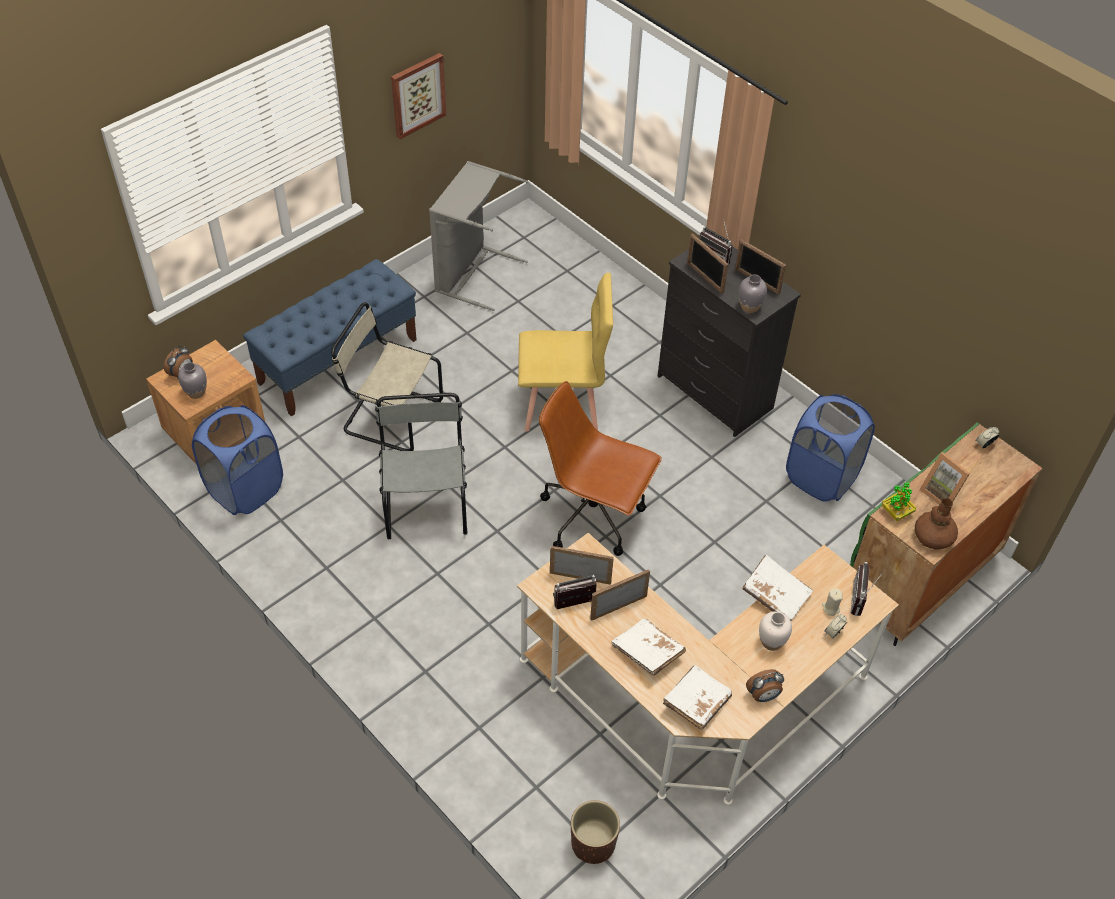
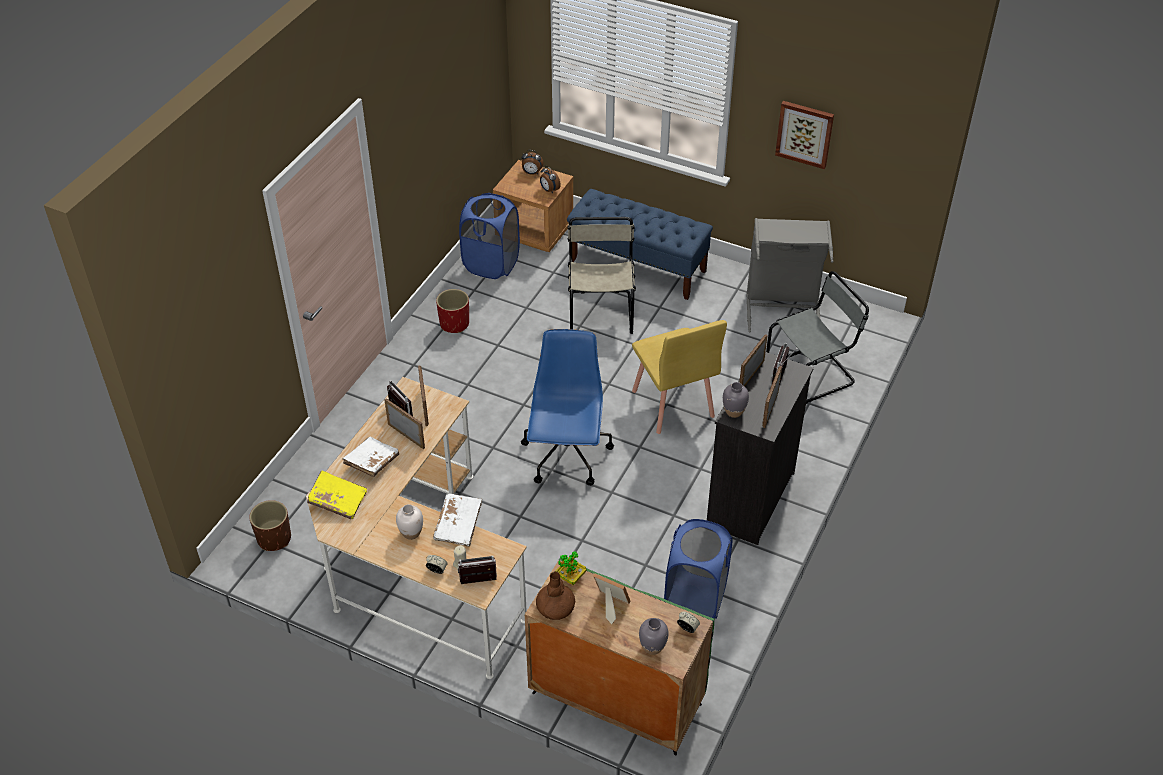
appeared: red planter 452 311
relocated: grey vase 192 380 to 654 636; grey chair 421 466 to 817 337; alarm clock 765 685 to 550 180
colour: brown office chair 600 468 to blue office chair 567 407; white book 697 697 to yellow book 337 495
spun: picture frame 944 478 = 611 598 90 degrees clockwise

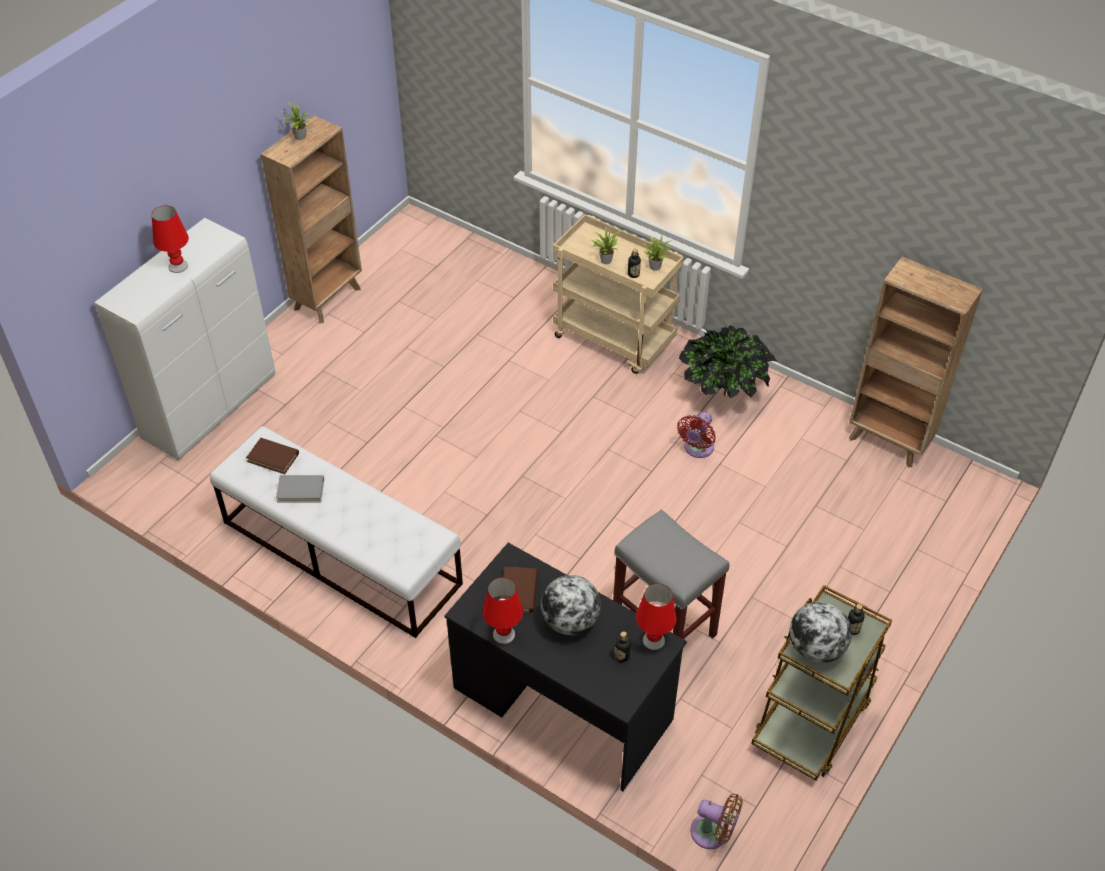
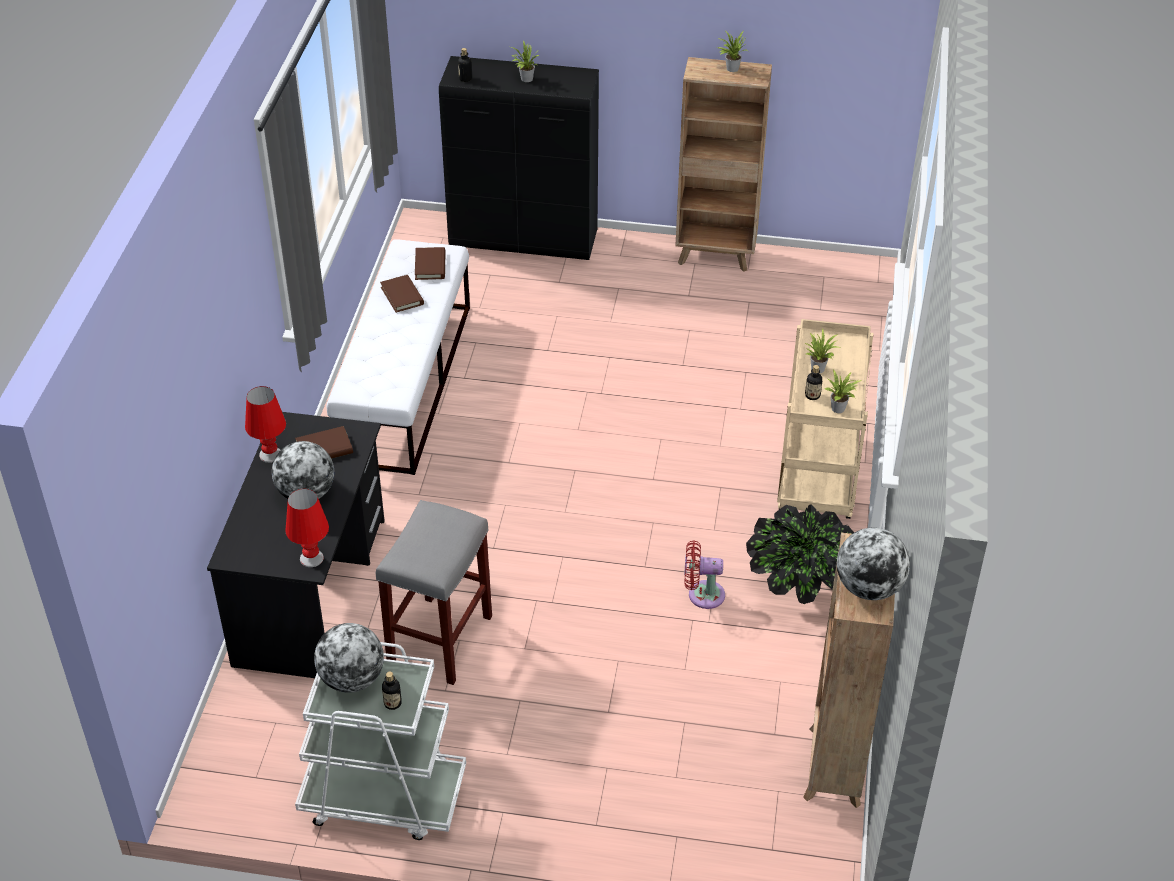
missing: brown fan 716 821
appeared: globe 873 564
relocated: bottle 622 646 to 465 65
exchanged: red table lamp 170 239 to potted plant 525 61
colour: white cabinet 184 339 to black cabinet 519 158; grey book 300 488 to brown book 402 294; brown cart 821 682 to white cart 380 741

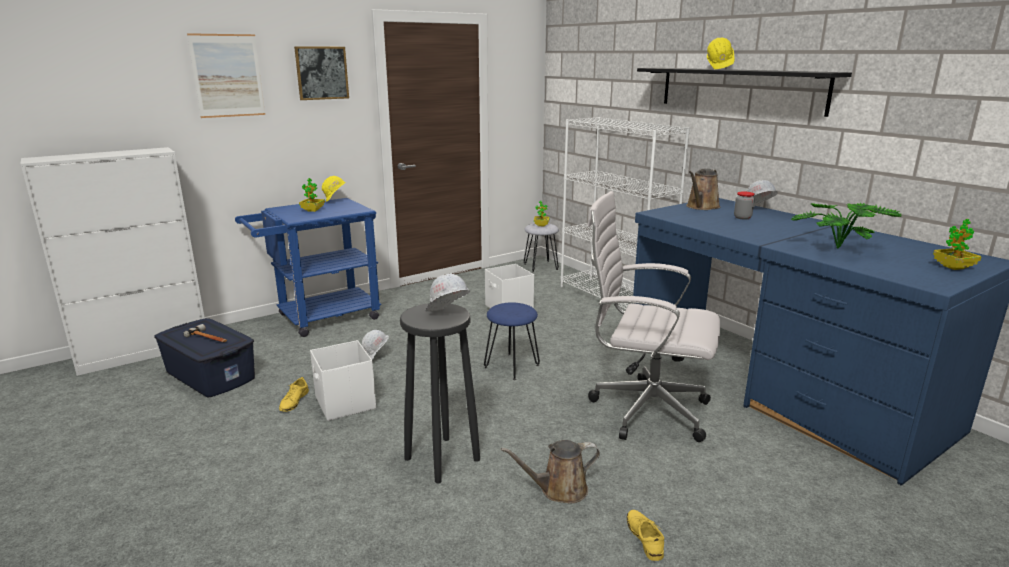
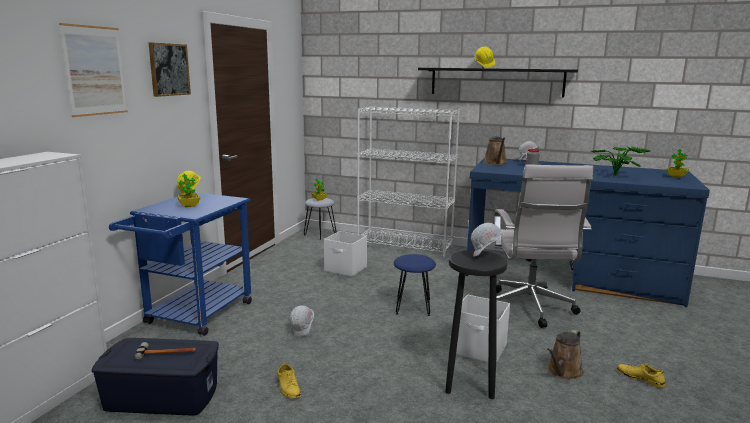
relocated: white storage box 343 380 to 483 329
spun: white office chair 653 316 = 543 246 75 degrees counterclockwise

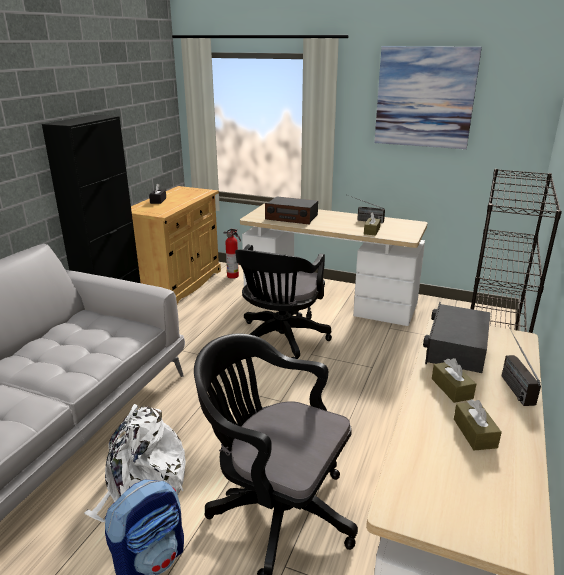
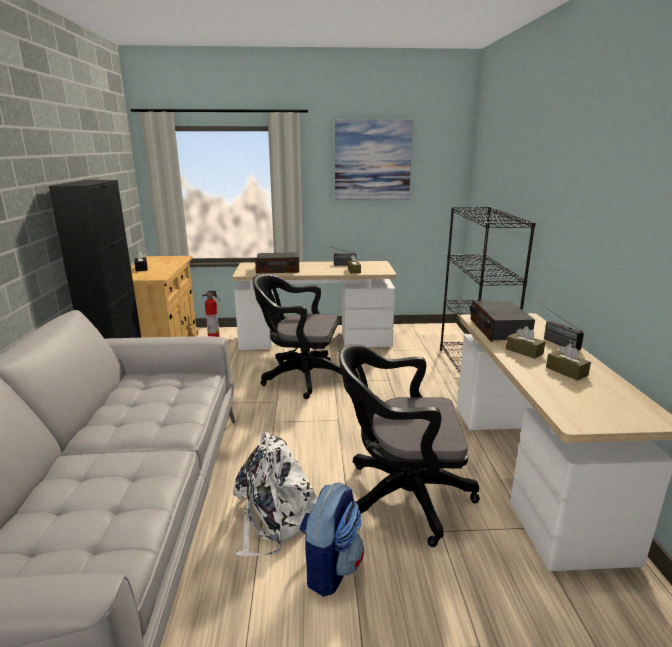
spun: black office chair 283 302 = 297 336 105 degrees clockwise

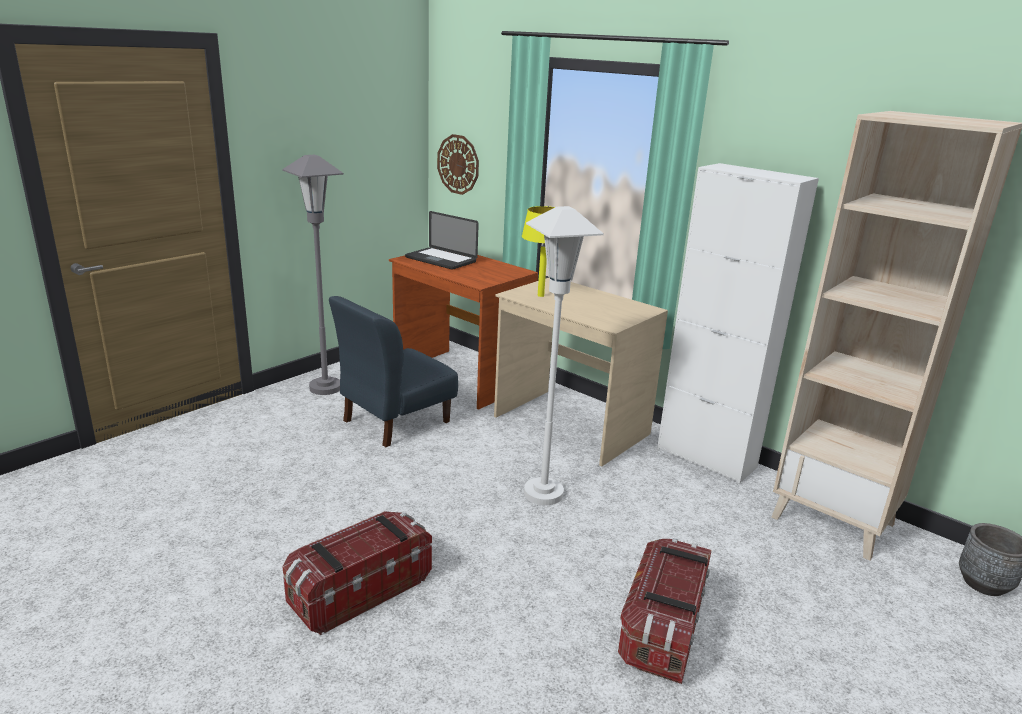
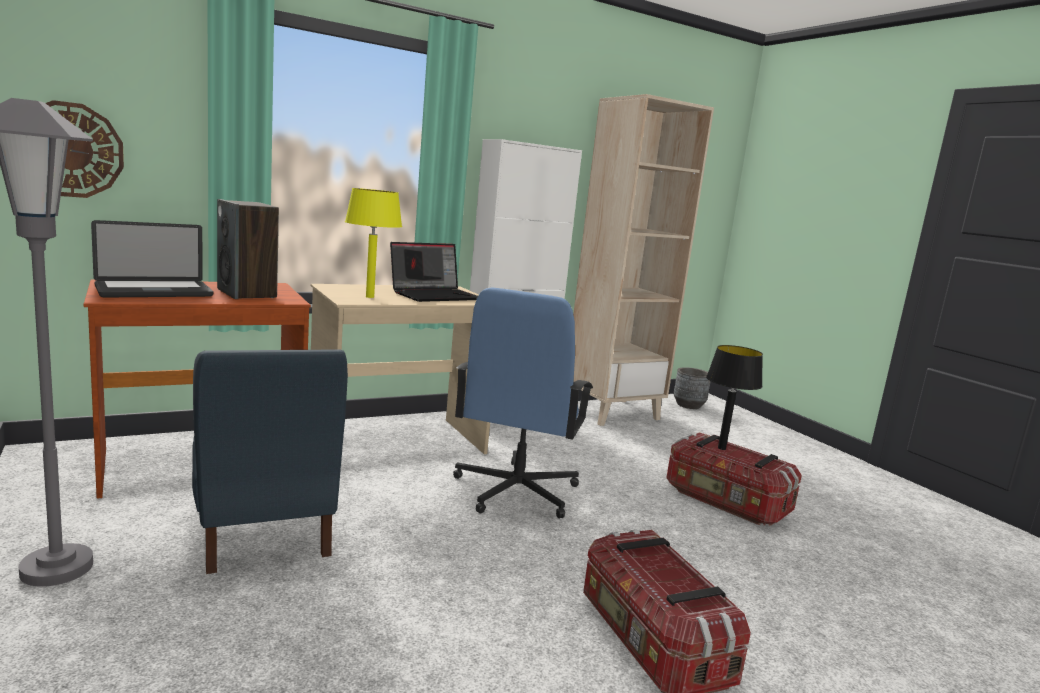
appeared: speaker 248 249; laptop 434 272; black table lamp 734 397
exchanged: white floor lamp 564 355 to blue office chair 523 402

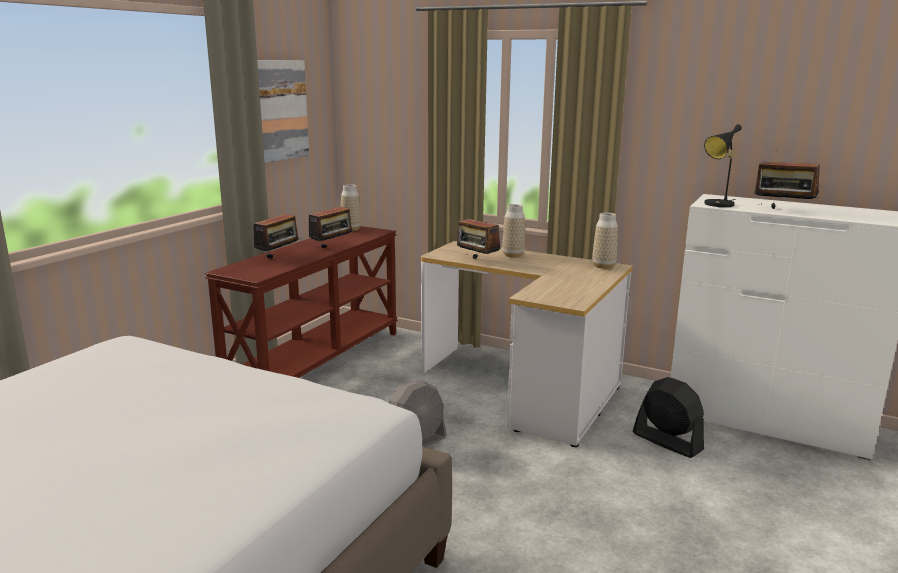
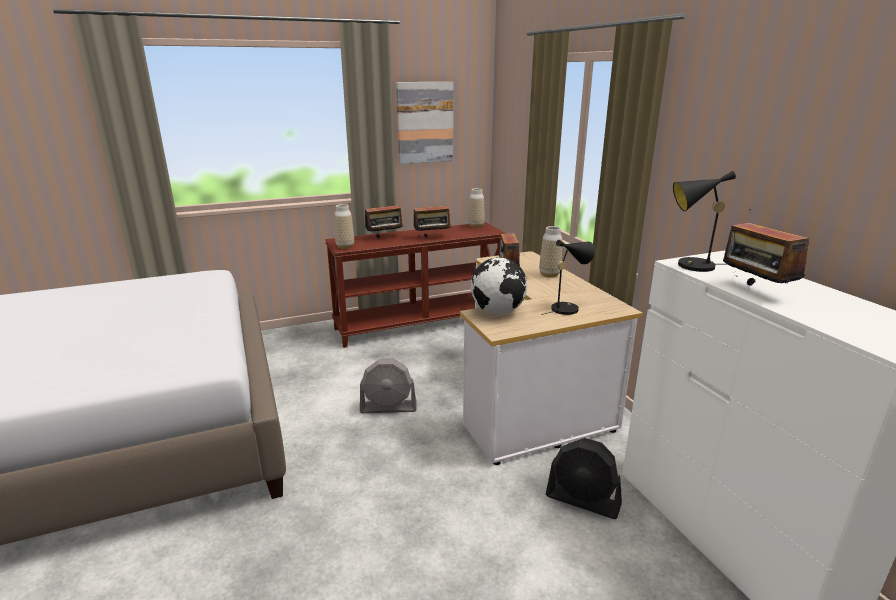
appeared: black table lamp 568 277; globe 499 285
relocated: vase 605 241 to 344 226
spun: black fan 668 417 = 584 478 120 degrees clockwise

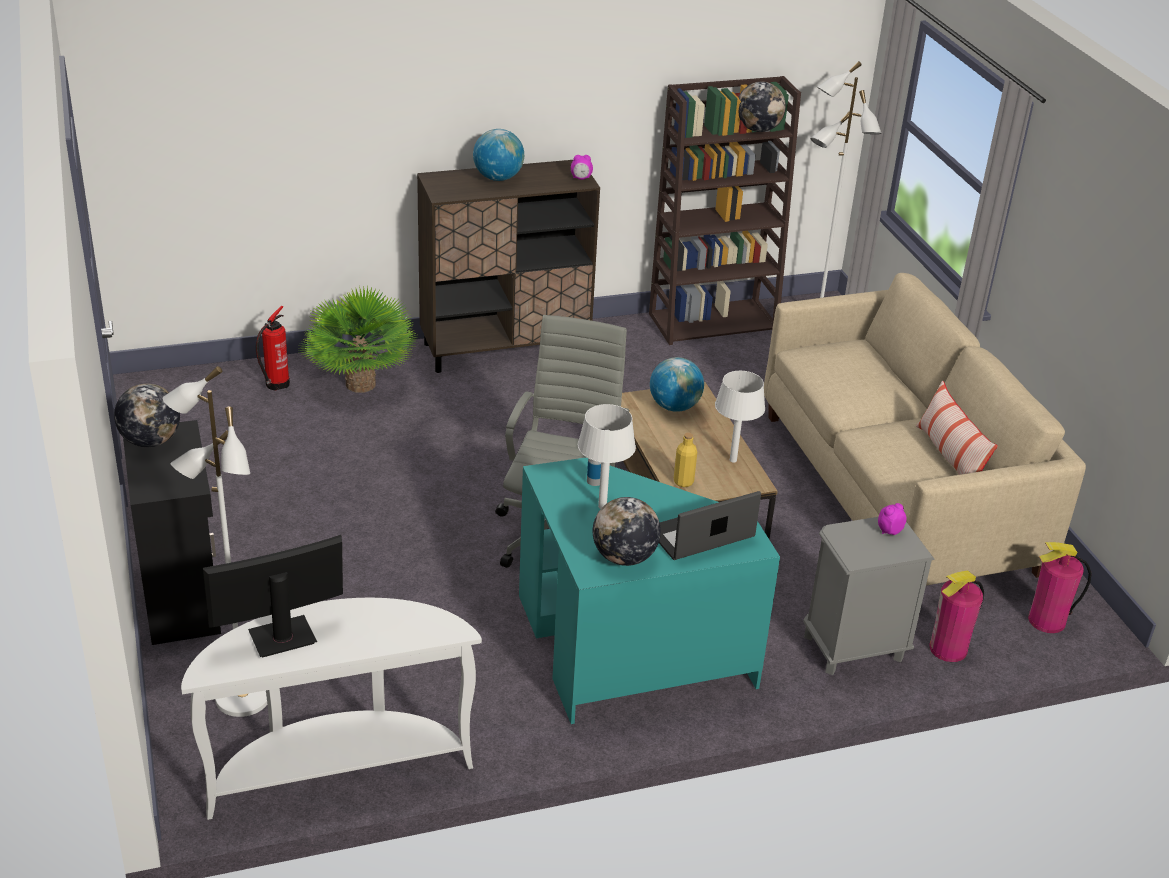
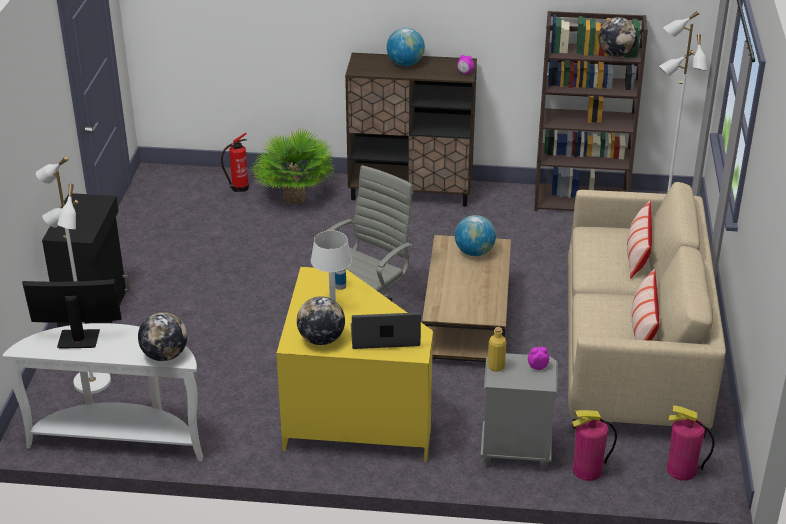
missing: white table lamp 740 417
appeared: pillow 639 240
relocated: globe 147 415 to 162 336; yellow bottle 685 460 to 497 349
colour: turquoise desk 649 591 to yellow desk 354 364

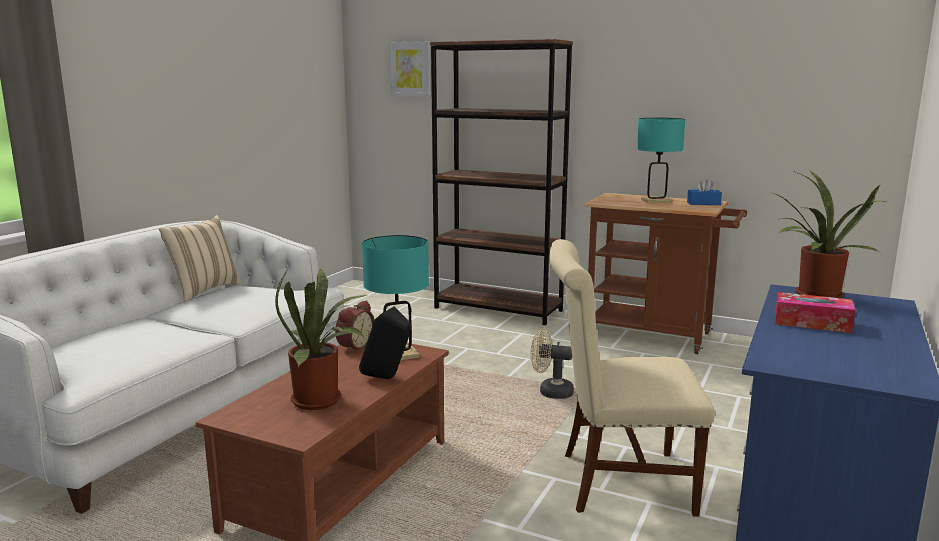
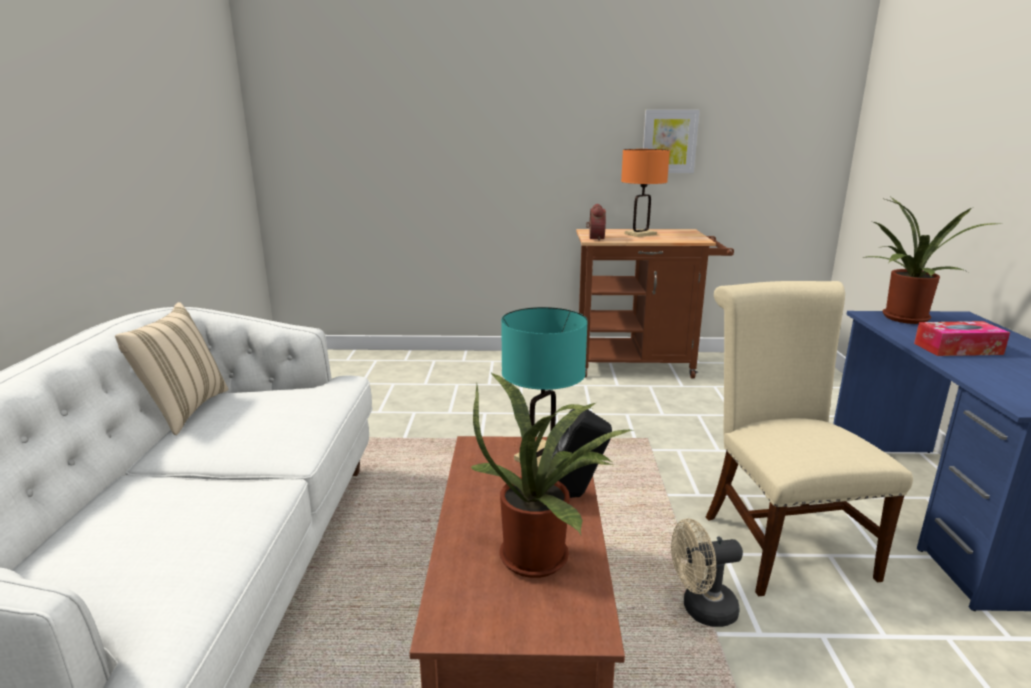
missing: brown bookcase 501 182; blue tissue box 704 191
relocated: picture 409 68 to 671 141; alarm clock 355 326 to 596 222; beige fan 552 364 to 707 572
colour: turquoise table lamp 661 160 to orange table lamp 645 193
spun: beige chair 632 378 = 809 438 105 degrees clockwise

